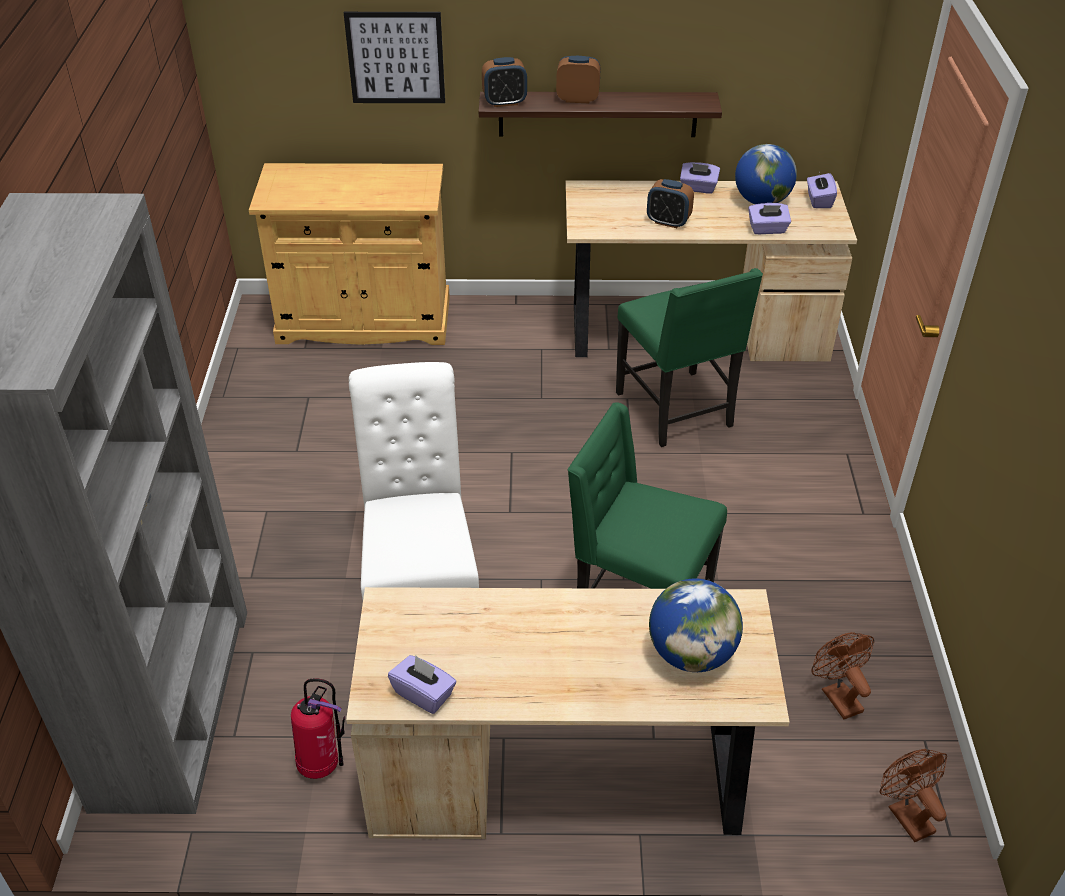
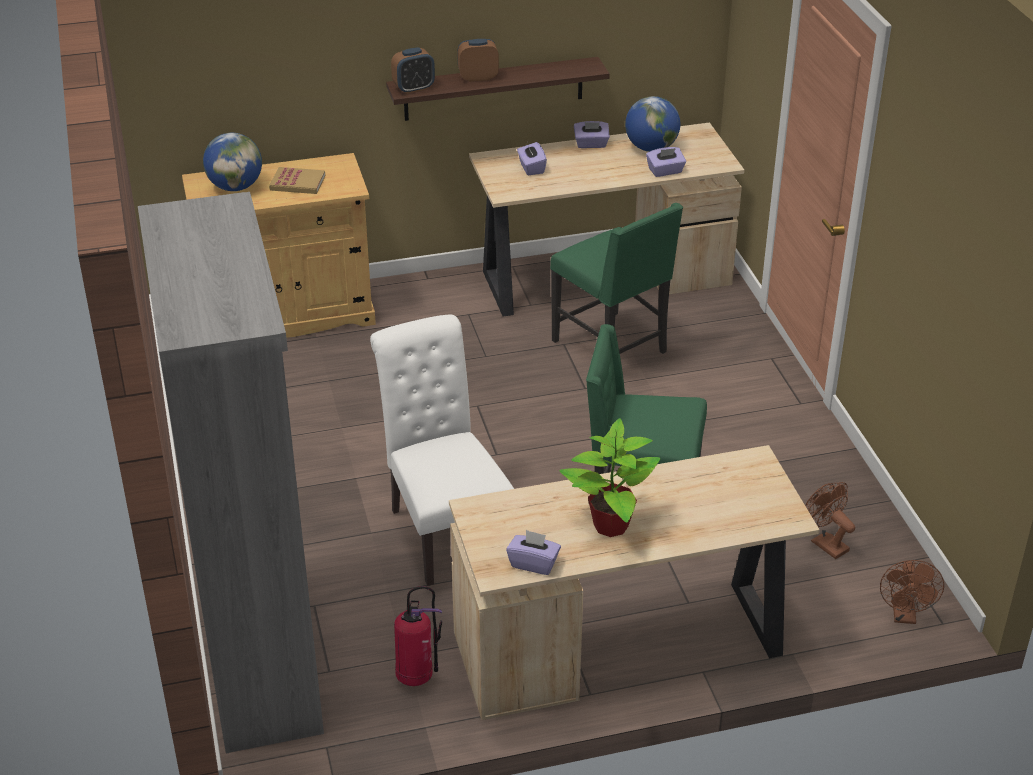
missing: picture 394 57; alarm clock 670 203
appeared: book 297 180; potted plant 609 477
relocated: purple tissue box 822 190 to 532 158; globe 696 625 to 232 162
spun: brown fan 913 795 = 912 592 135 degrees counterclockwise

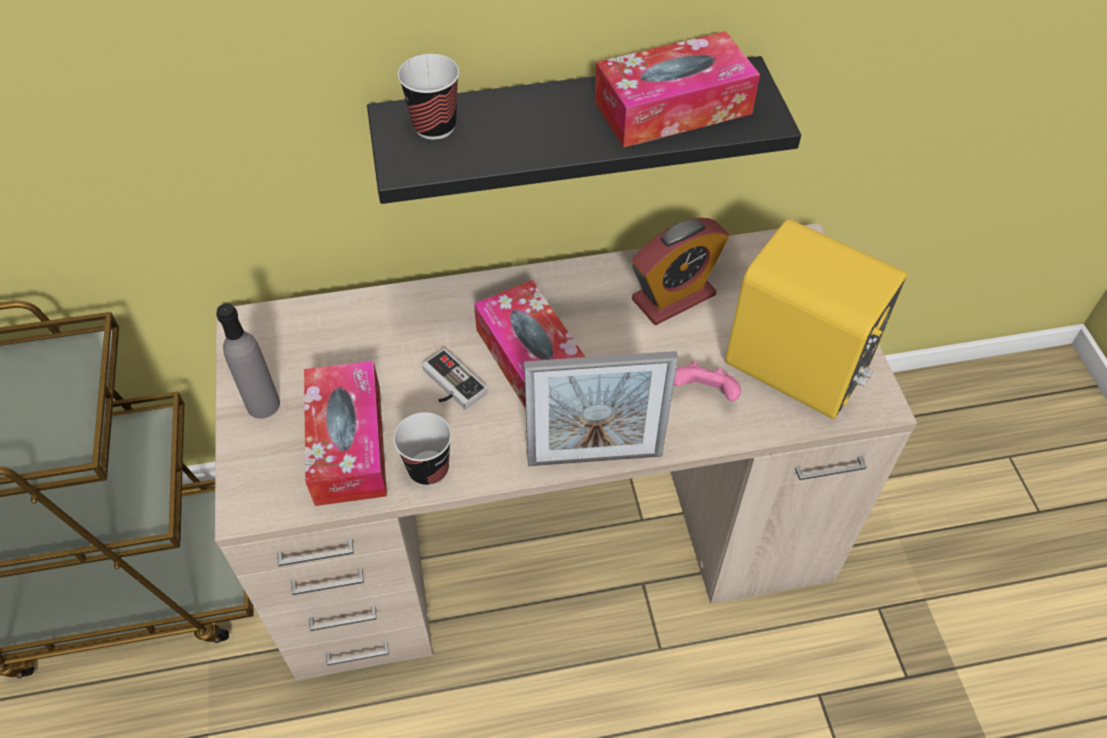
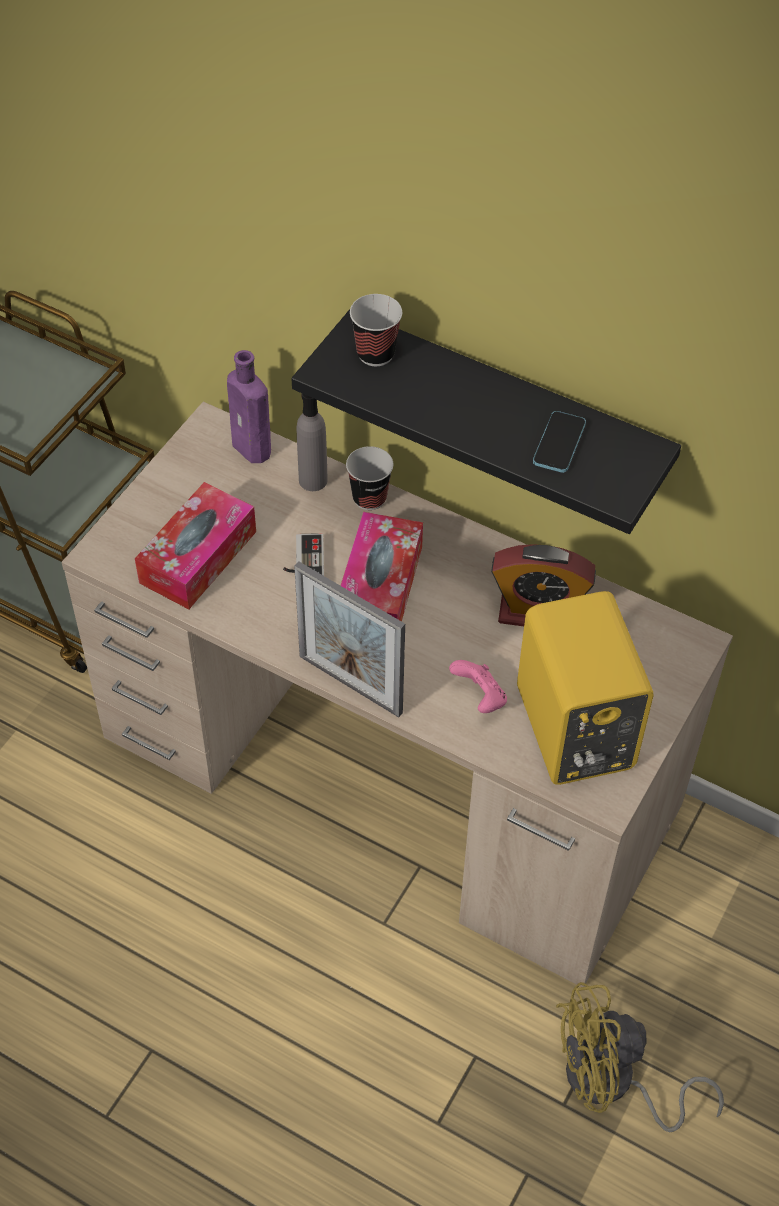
appeared: purple bottle 249 406; yellow fan 640 1057
relocated: grey bottle 248 361 to 312 442; cup 422 449 to 369 478
exchanged: tissue box 677 89 to phone 559 442

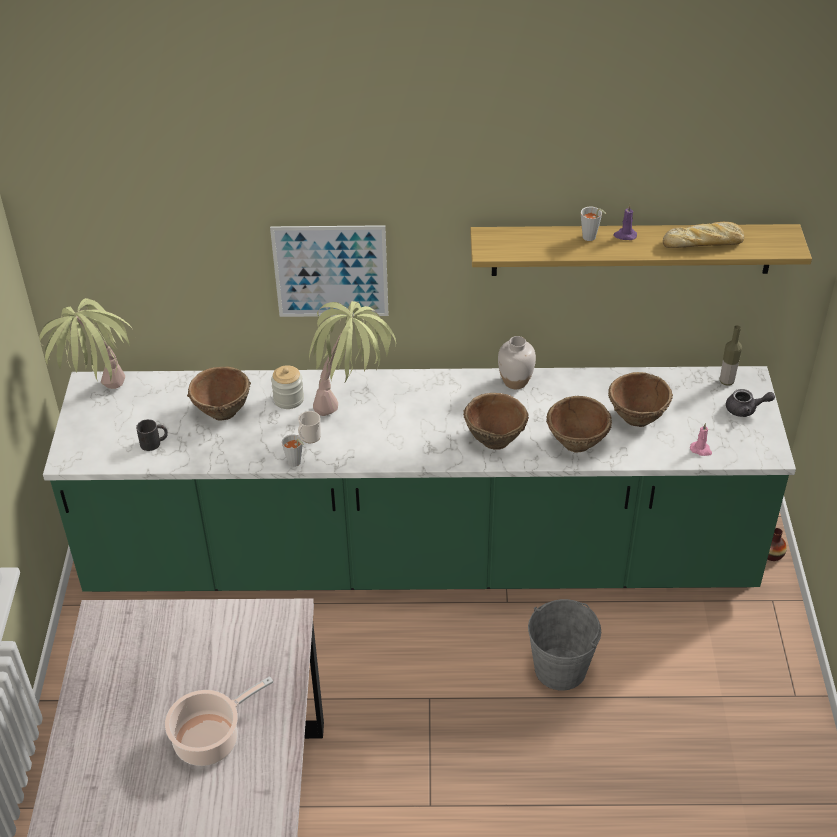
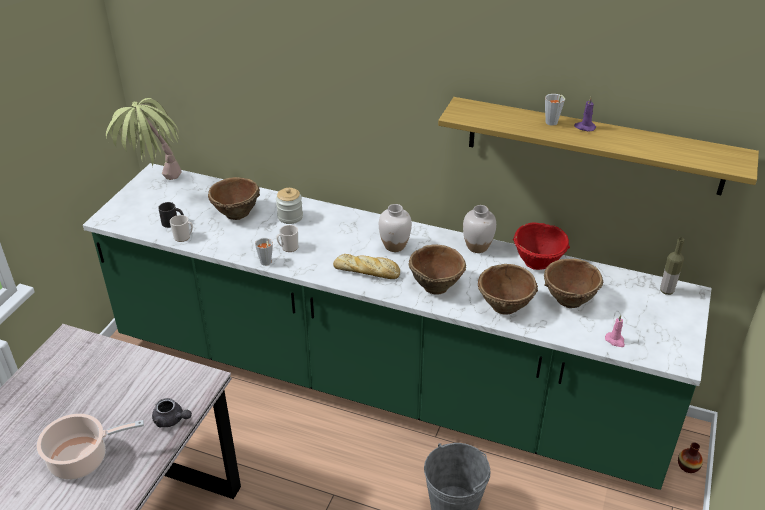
missing: picture 329 271; potted plant 352 358
appeared: white vase 395 228; mug 181 228; red bowl 541 246
relocated: bread 703 235 to 366 266; grey teapot 750 403 to 172 413

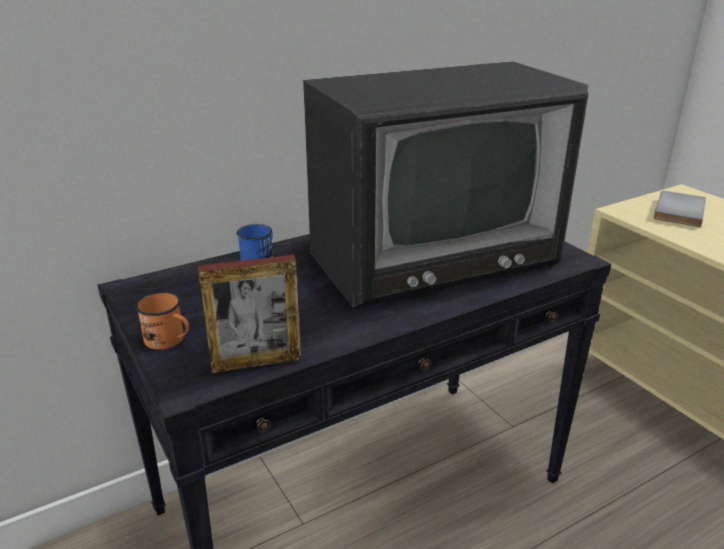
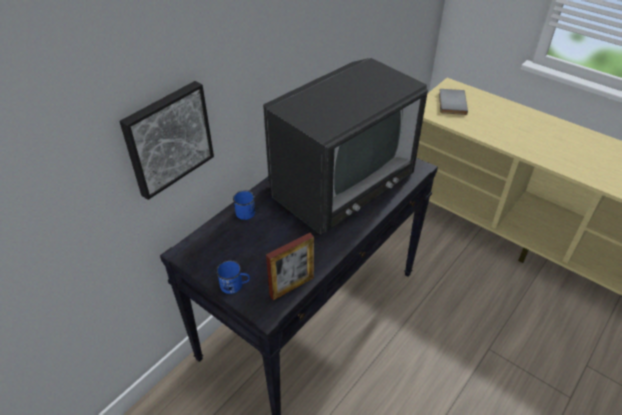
appeared: picture 166 140
colour: orange mug 162 321 to blue mug 233 277

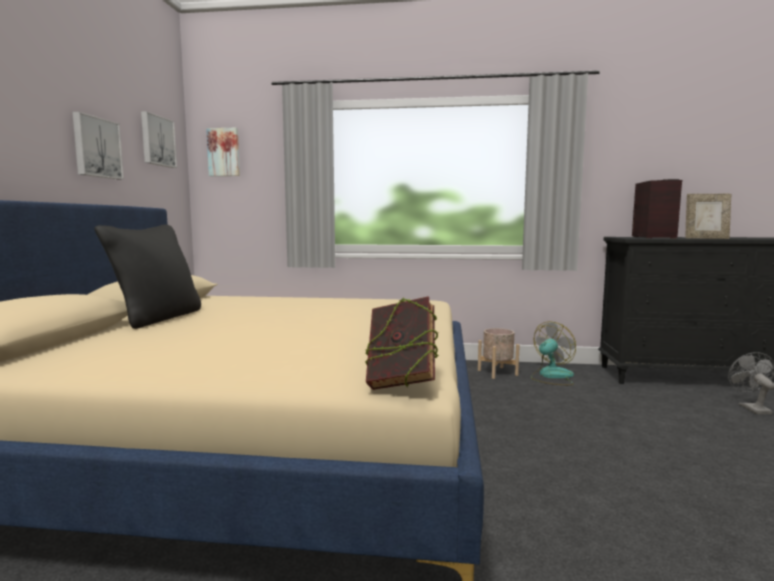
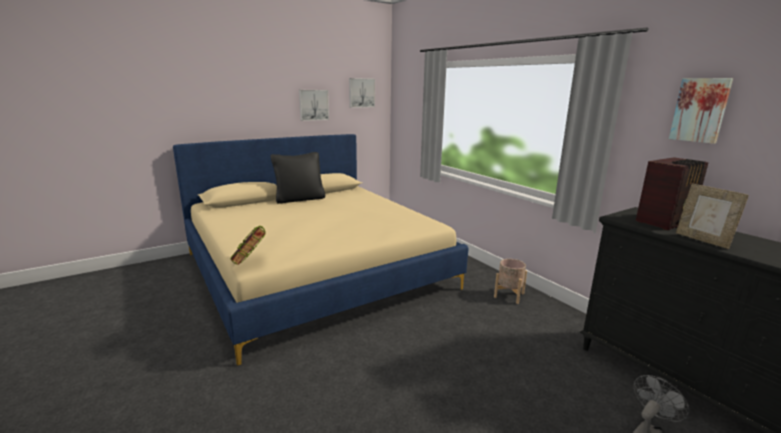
missing: fan 553 353
relocated: picture 223 152 to 701 111

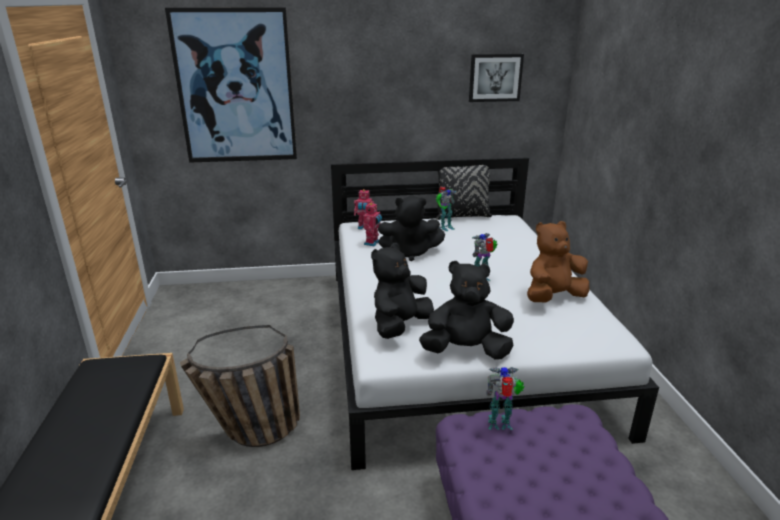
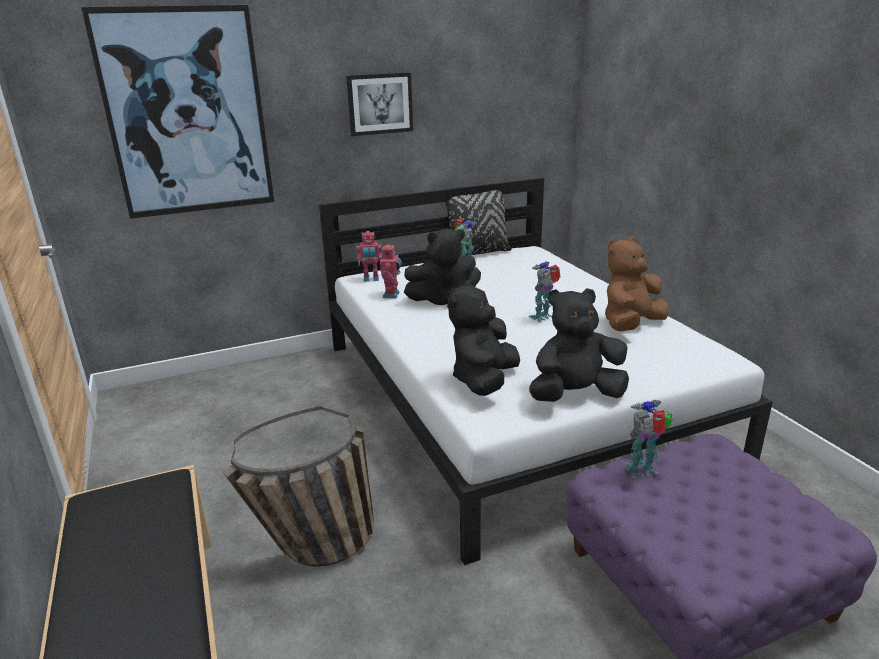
relocated: picture 496 78 to 379 104

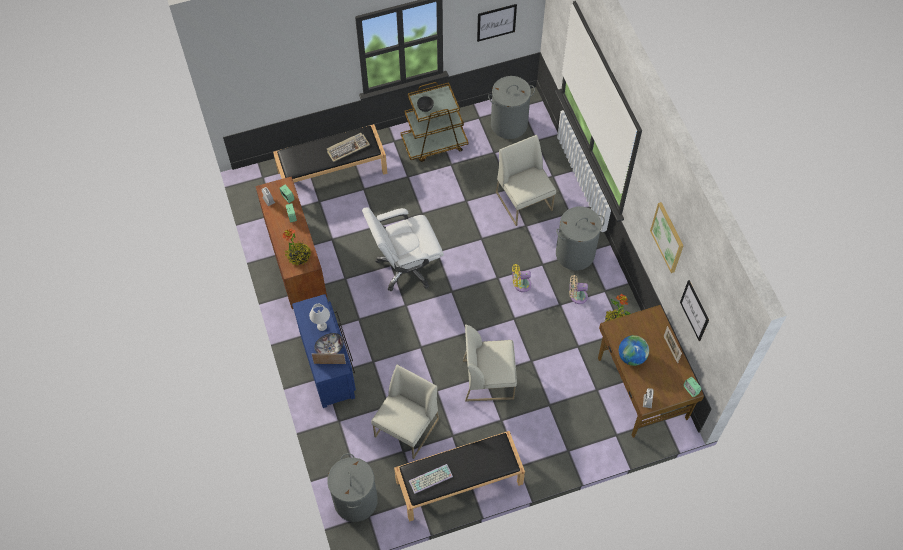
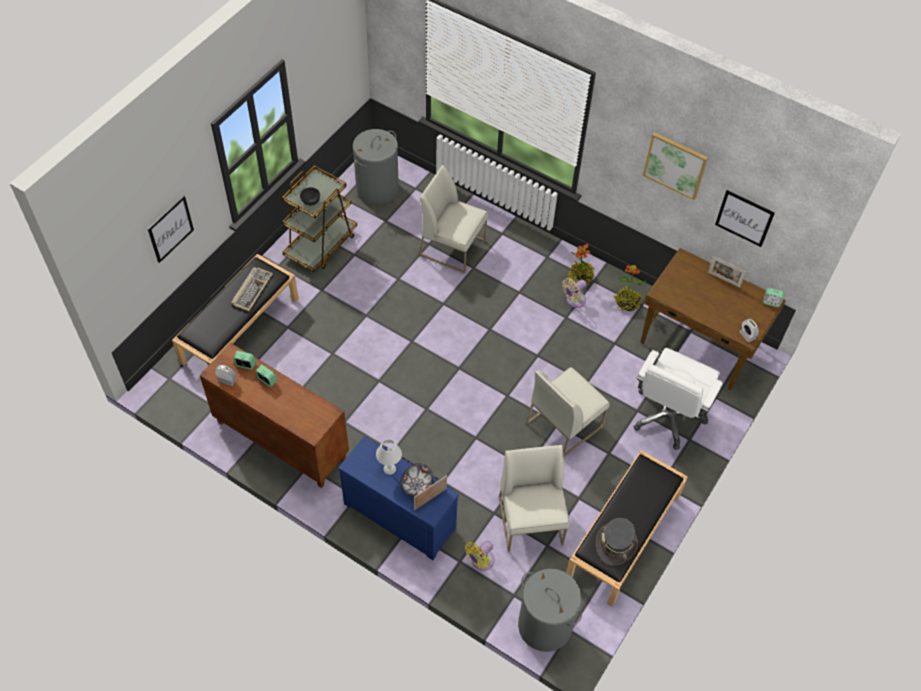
missing: grey laundry basket 580 238; globe 634 350
relocated: picture 497 23 to 171 229; white office chair 403 249 to 678 399; potted plant 297 247 to 581 264; yellow fan 522 278 to 480 556
exchanged: keyboard 431 479 to grey hat 617 542

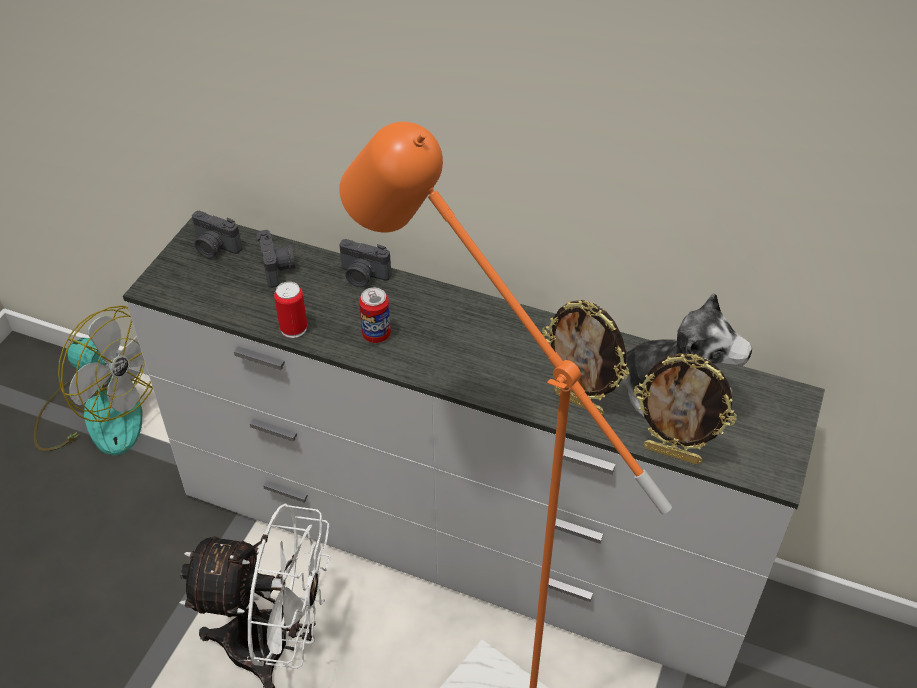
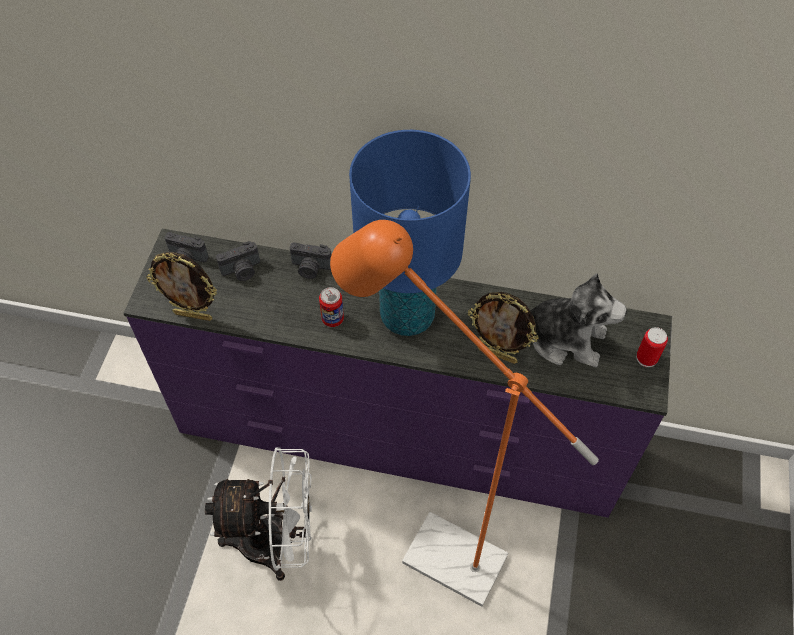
missing: fan 93 380
appeared: blue table lamp 410 233
relocated: can 290 310 to 652 347; picture frame 685 409 to 181 286
colour: white dresser 474 452 to purple dresser 397 373
spun: photo camera 276 259 = 238 261 90 degrees clockwise

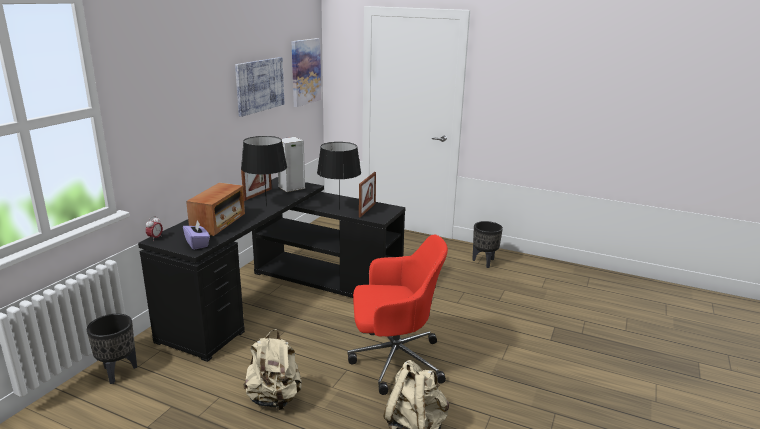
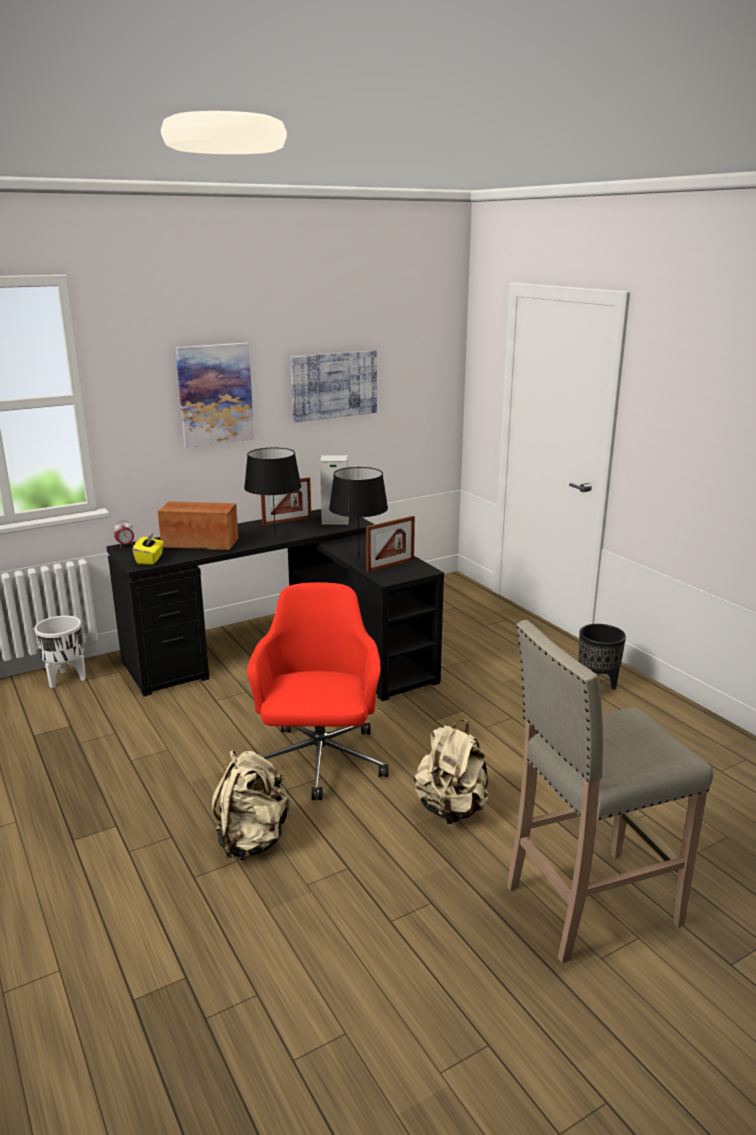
appeared: beige stool 610 791
relocated: picture 306 72 to 215 395; beige backpack 272 369 to 451 772
colour: purple tissue box 196 235 to yellow tissue box 148 548; black planter 112 349 to white planter 60 652
spun: radio 215 209 = 198 525 135 degrees counterclockwise; red office chair 398 314 = 317 691 120 degrees counterclockwise

